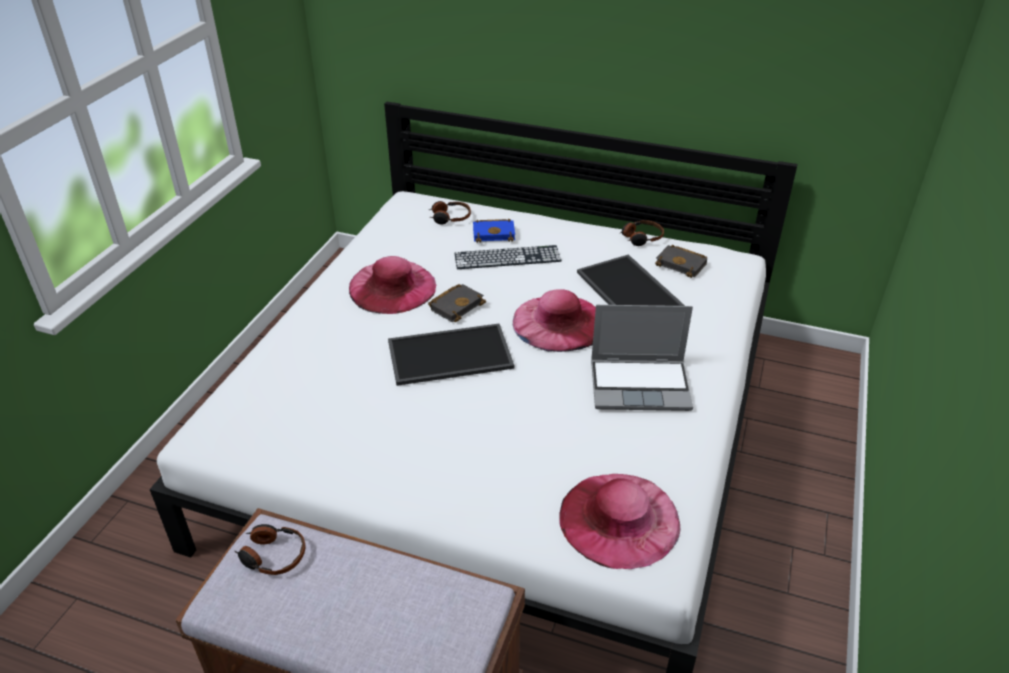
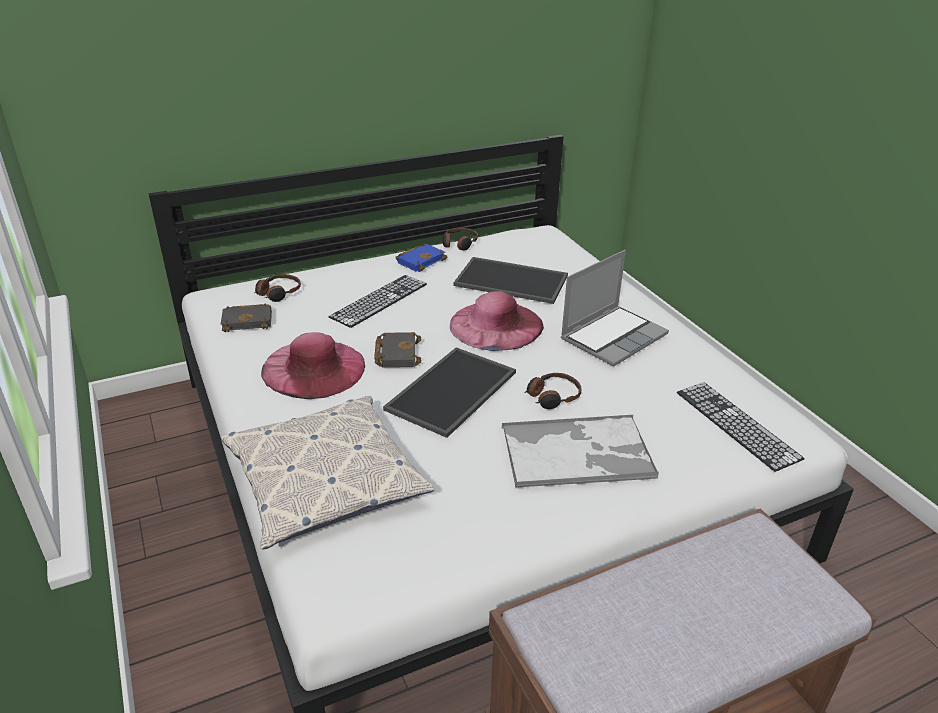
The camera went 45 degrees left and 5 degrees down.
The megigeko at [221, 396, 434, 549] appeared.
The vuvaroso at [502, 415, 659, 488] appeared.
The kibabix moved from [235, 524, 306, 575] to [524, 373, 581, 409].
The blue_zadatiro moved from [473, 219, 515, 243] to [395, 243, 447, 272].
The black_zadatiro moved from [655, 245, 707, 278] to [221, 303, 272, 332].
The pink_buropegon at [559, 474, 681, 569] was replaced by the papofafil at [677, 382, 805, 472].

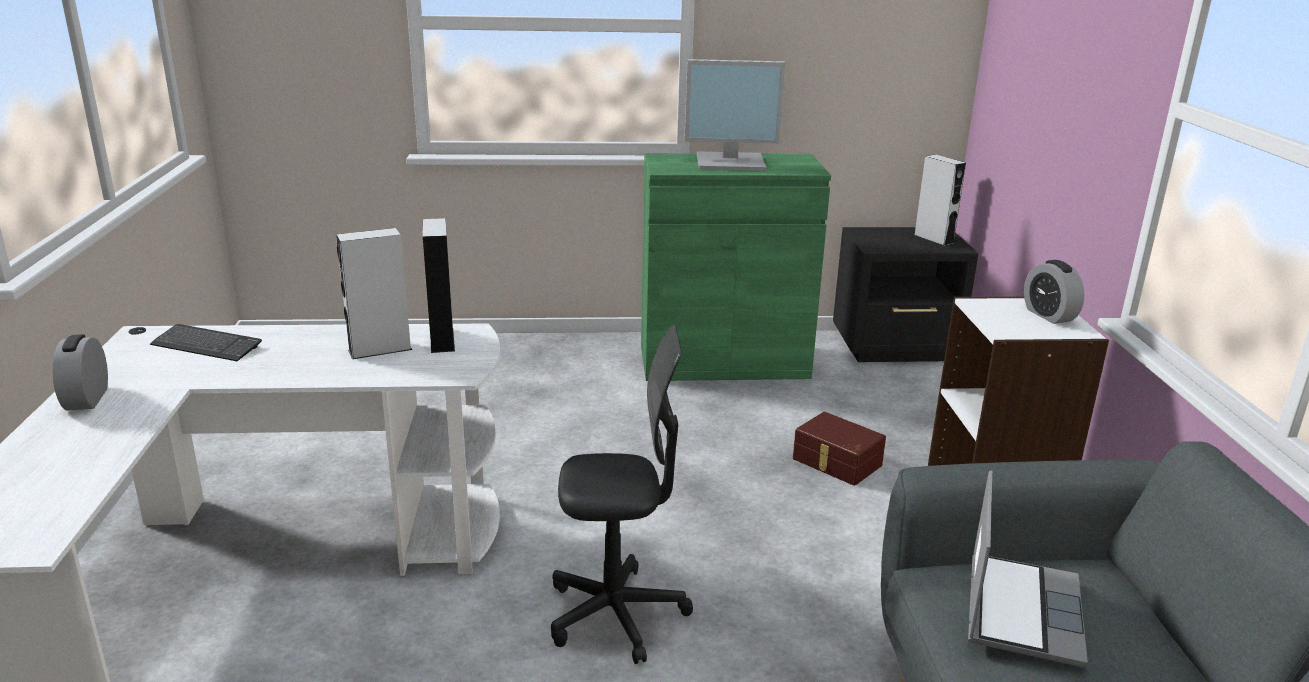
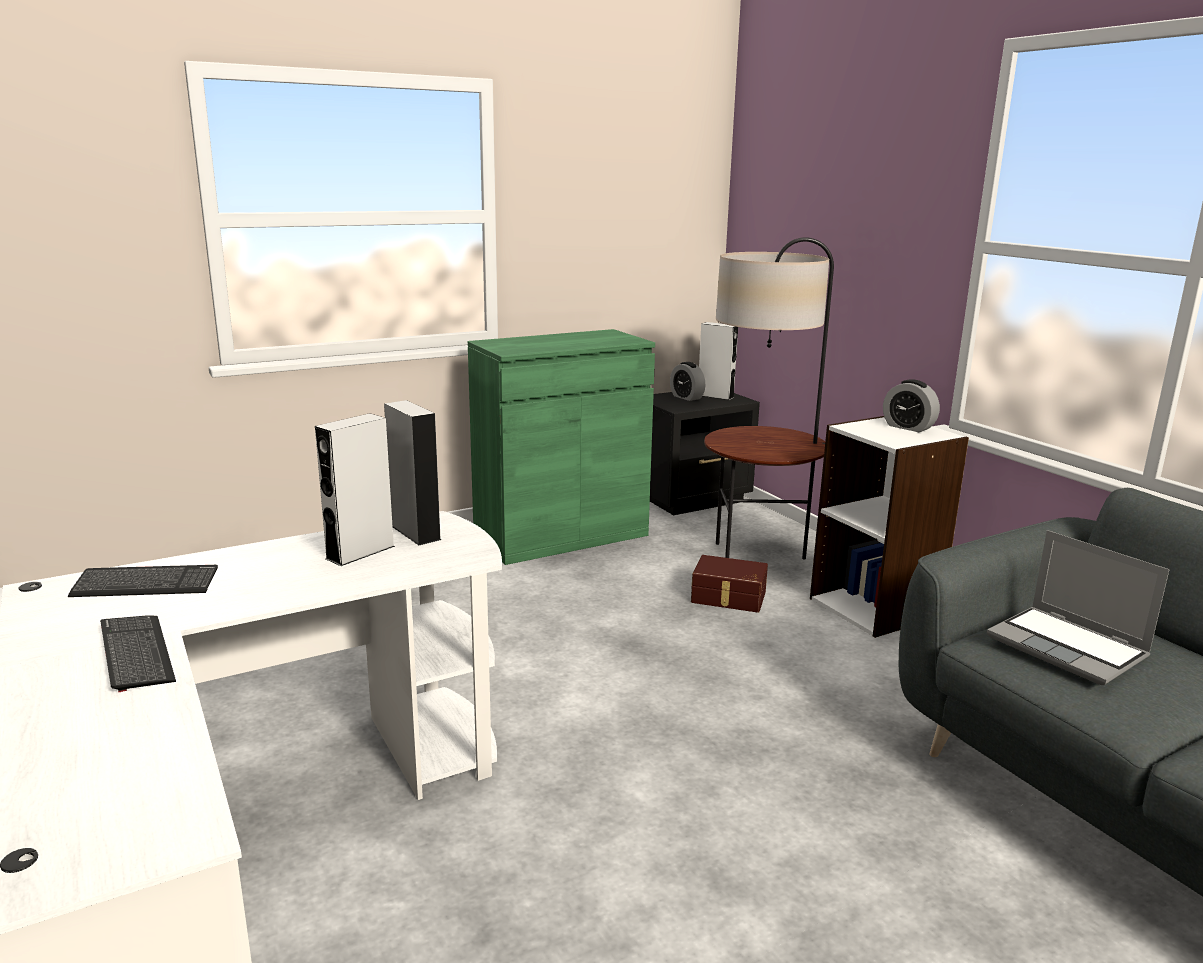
The camera went 25 degrees left and 5 degrees down.
The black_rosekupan at [551, 326, 693, 664] disappeared.
The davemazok at [684, 59, 785, 171] disappeared.
The papofafil at [100, 616, 176, 692] appeared.
The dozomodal at [704, 237, 834, 559] appeared.
The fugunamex moved from [52, 334, 108, 410] to [670, 362, 705, 401].
The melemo at [968, 470, 1088, 668] turned 150 degrees clockwise.

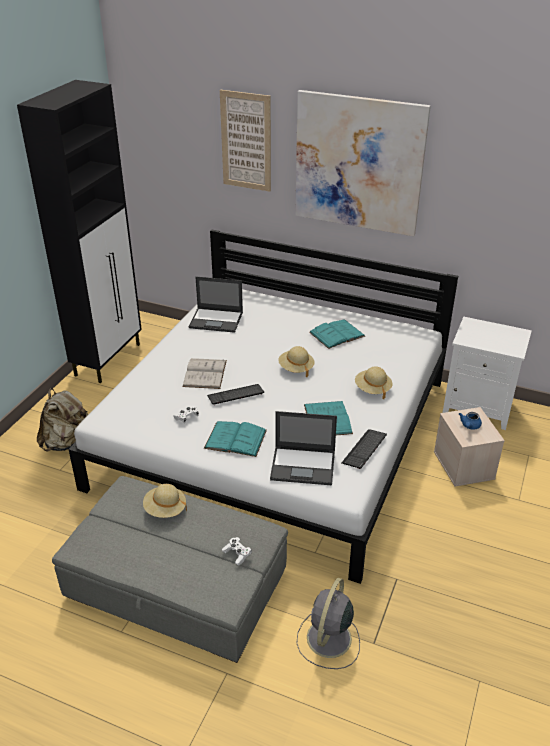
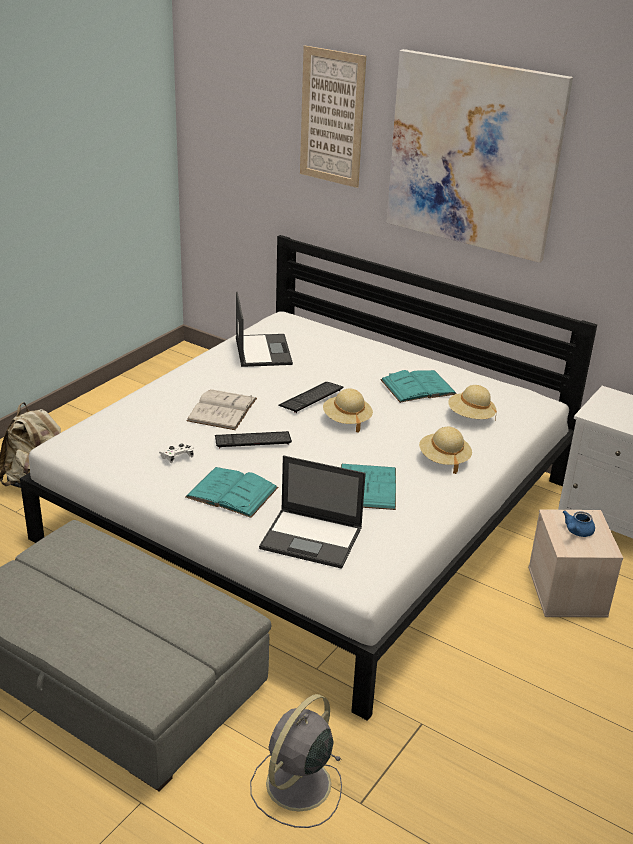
The camera went 10 degrees right and 5 degrees down.
The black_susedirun at [17, 80, 142, 383] disappeared.
The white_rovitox at [222, 537, 252, 566] disappeared.
The beige_buropegon moved from [143, 484, 187, 518] to [448, 385, 497, 421].
The papofafil moved from [342, 429, 387, 469] to [278, 382, 344, 413].
The melemo at [188, 277, 243, 333] turned 120 degrees counterclockwise.

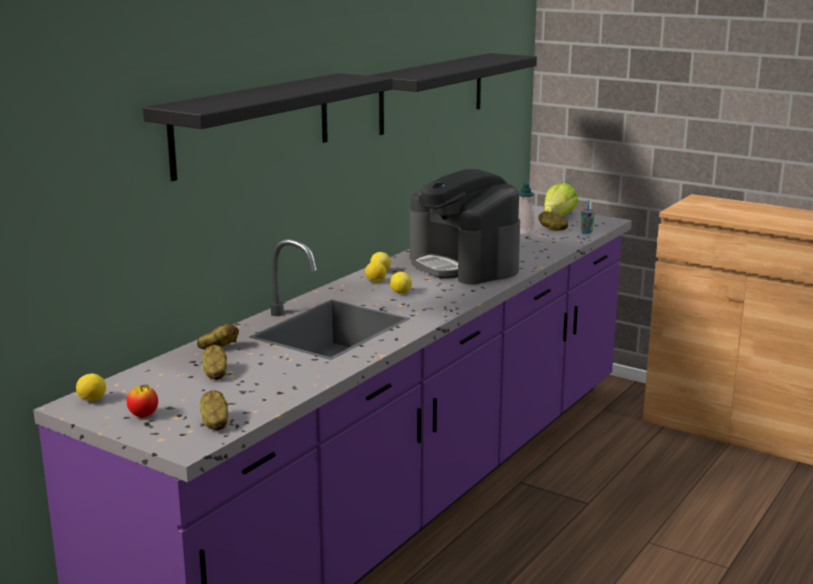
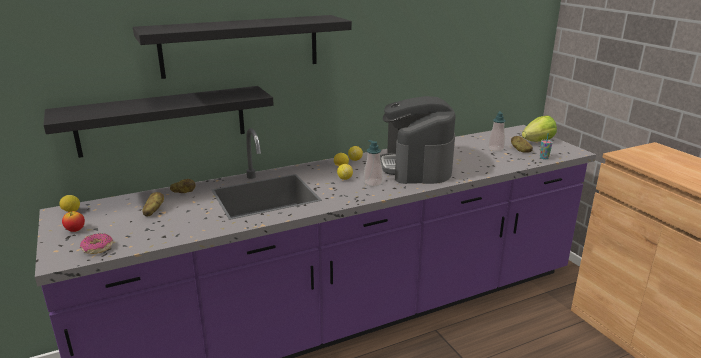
The camera went 30 degrees right and 5 degrees up.
The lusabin at [364, 140, 383, 186] appeared.
The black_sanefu moved from [368, 53, 537, 135] to [44, 86, 274, 158].
The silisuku at [200, 390, 228, 431] was replaced by the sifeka at [80, 233, 113, 254].

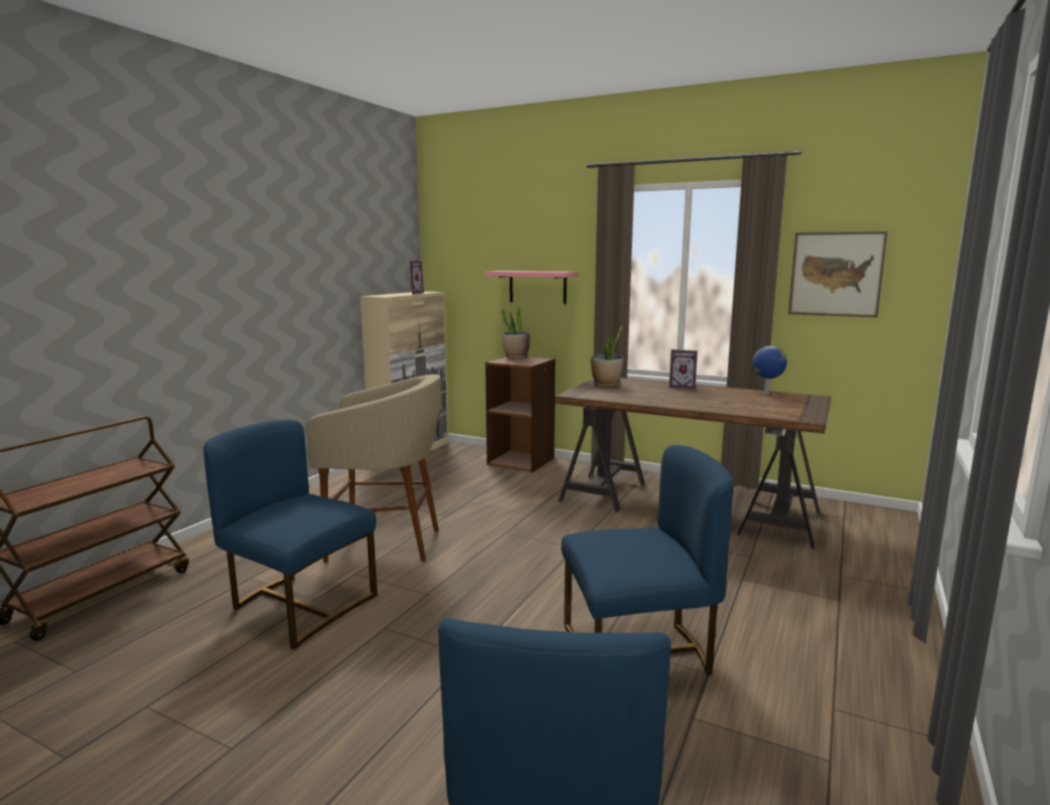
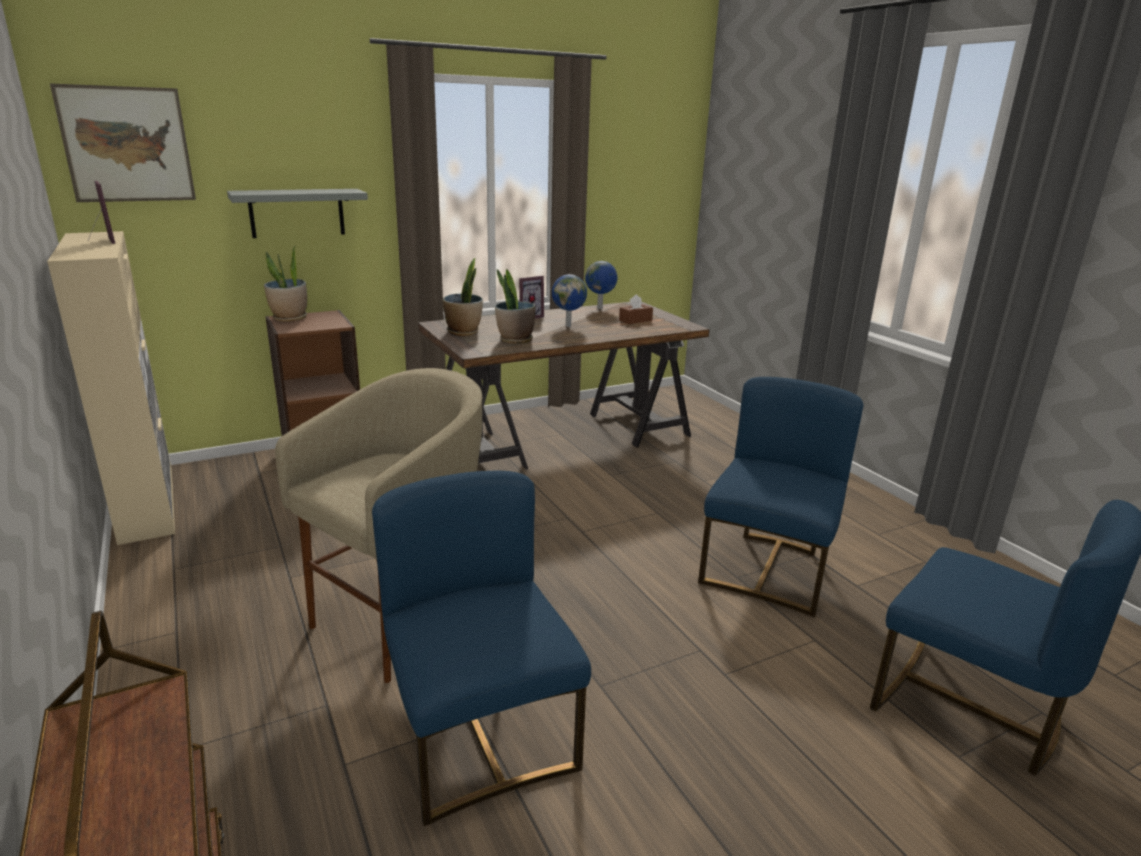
The camera went 55 degrees left and 10 degrees up.
The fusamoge at [495, 269, 536, 344] appeared.
The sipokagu at [552, 274, 587, 327] appeared.
The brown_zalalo at [619, 294, 653, 324] appeared.
The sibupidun moved from [788, 232, 888, 317] to [50, 83, 196, 202].
The pink_sanefu at [485, 271, 578, 304] became the grey_sanefu at [227, 189, 368, 238].
The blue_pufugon at [203, 420, 377, 650] turned 90 degrees clockwise.

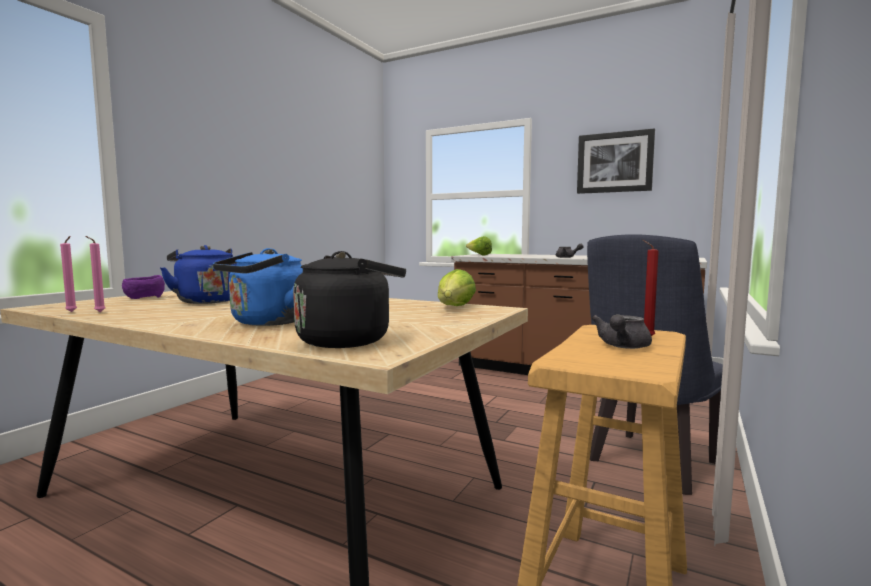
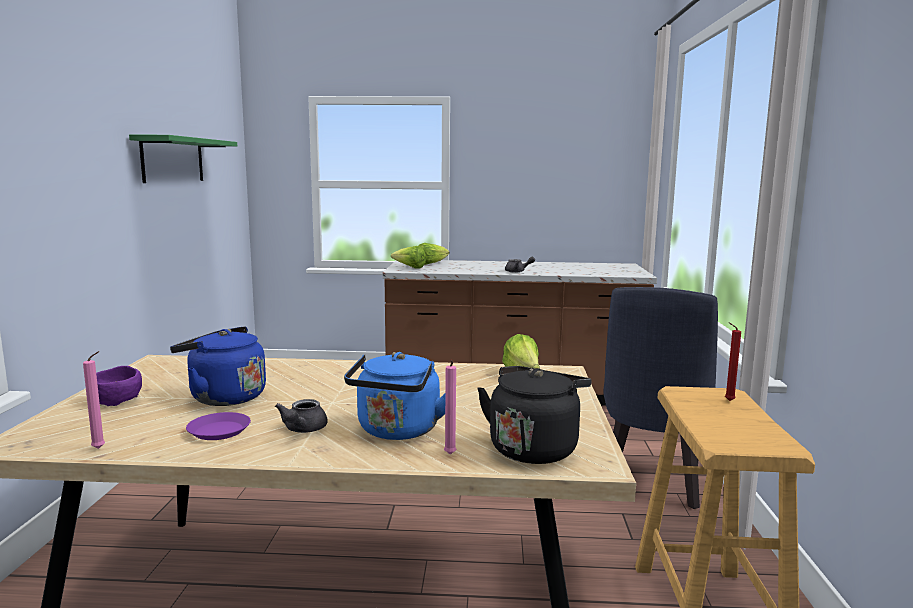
The camera went 25 degrees left and 5 degrees up.
The sibupidun at [577, 128, 655, 194] disappeared.
The green_sanefu at [129, 134, 237, 183] appeared.
The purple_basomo at [186, 412, 251, 440] appeared.
The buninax at [418, 243, 449, 265] appeared.
The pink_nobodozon moved from [85, 236, 105, 312] to [444, 360, 457, 454].
The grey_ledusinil moved from [591, 314, 652, 349] to [275, 399, 328, 433].

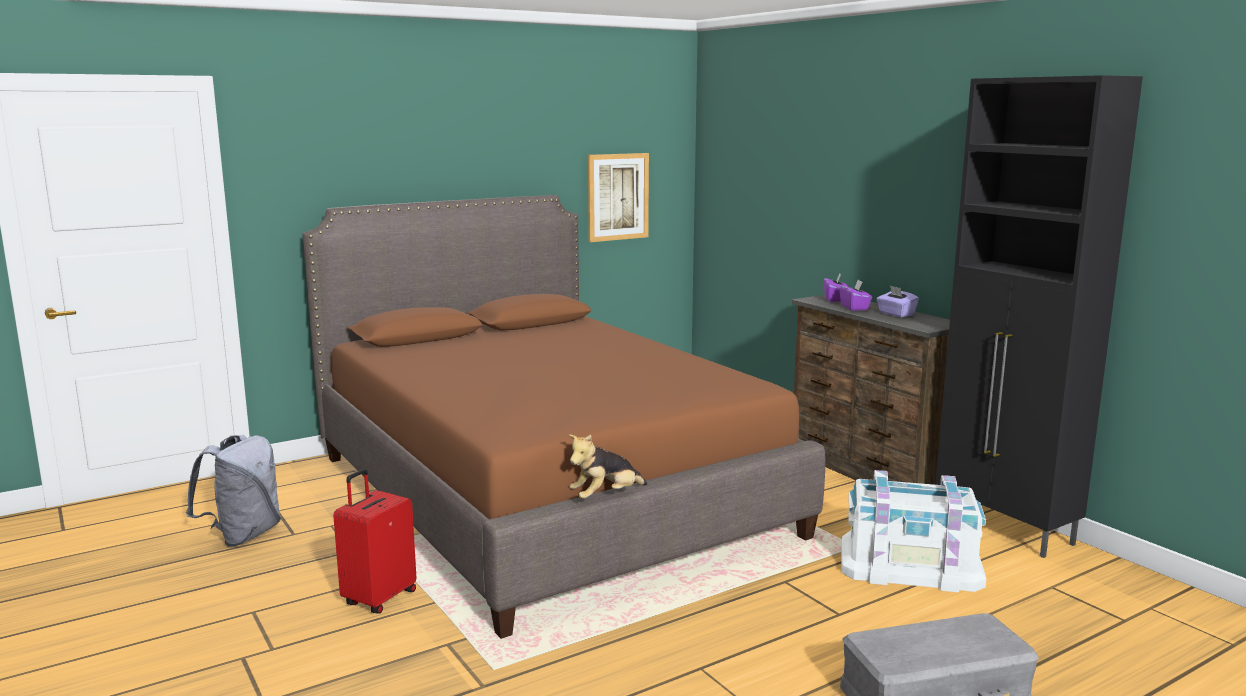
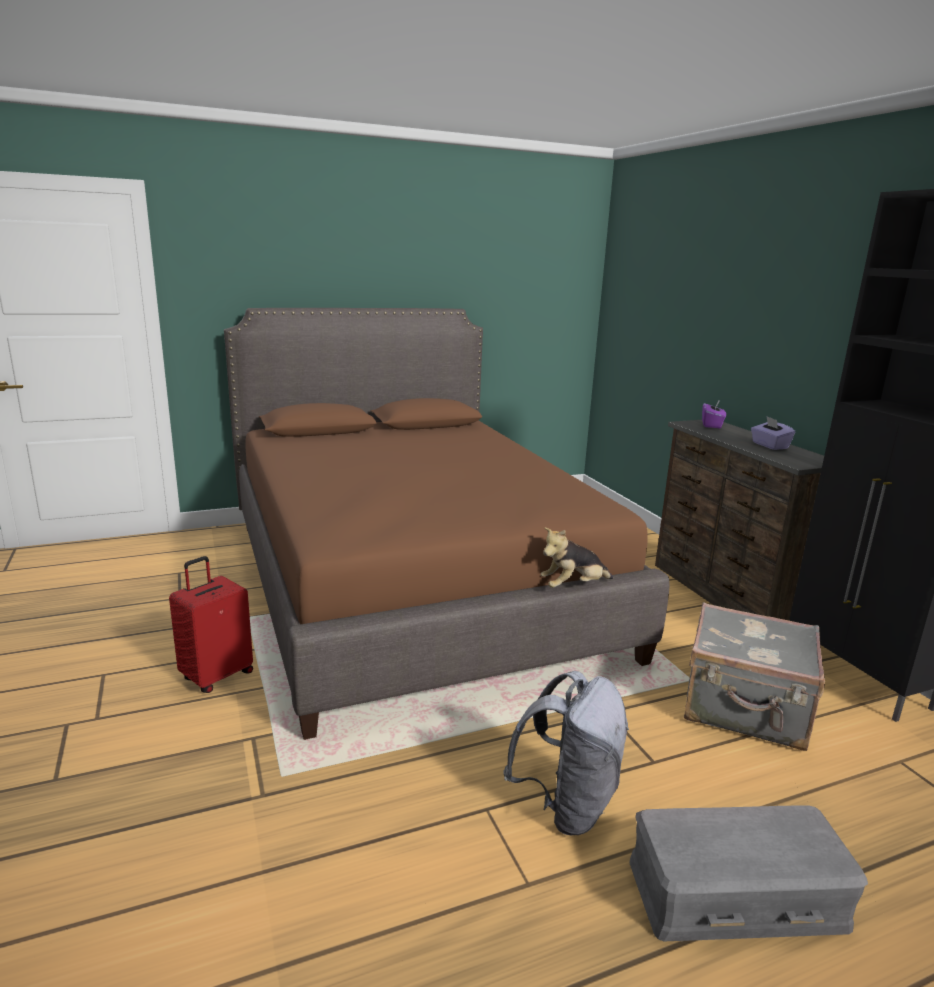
The camera went 10 degrees right and 5 degrees up.
The sibupidun at [588, 153, 649, 242] disappeared.
The purple_zalalo at [839, 280, 872, 311] disappeared.
The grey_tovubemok moved from [186, 435, 281, 547] to [503, 671, 629, 836].
The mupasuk moved from [569, 434, 647, 499] to [541, 527, 613, 588].
The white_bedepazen at [841, 470, 986, 592] was replaced by the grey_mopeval at [684, 603, 825, 751].

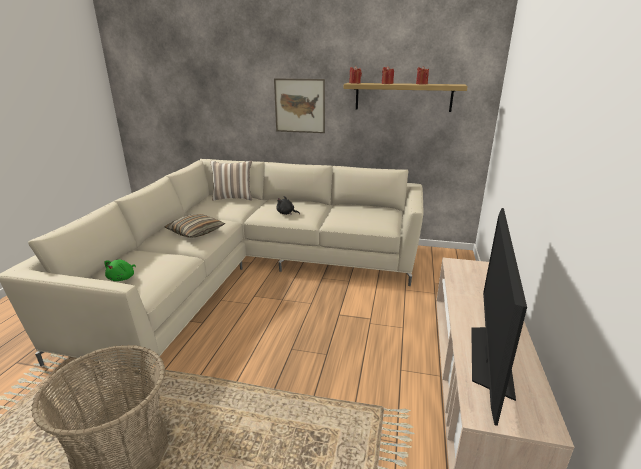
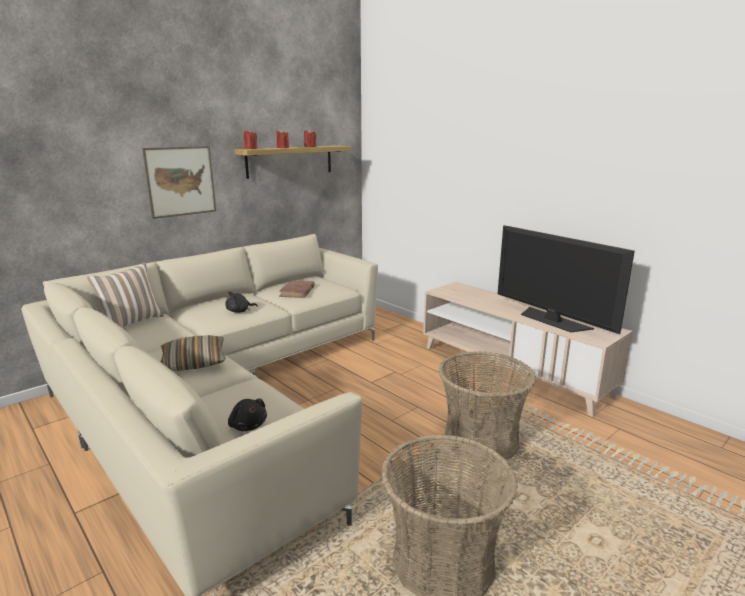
The camera went 55 degrees left and 5 degrees down.
The brown_zadatiro at [279, 280, 315, 298] appeared.
The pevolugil at [438, 351, 536, 463] appeared.
The green_mupasuk at [104, 260, 136, 281] became the black_mupasuk at [228, 398, 267, 431].

